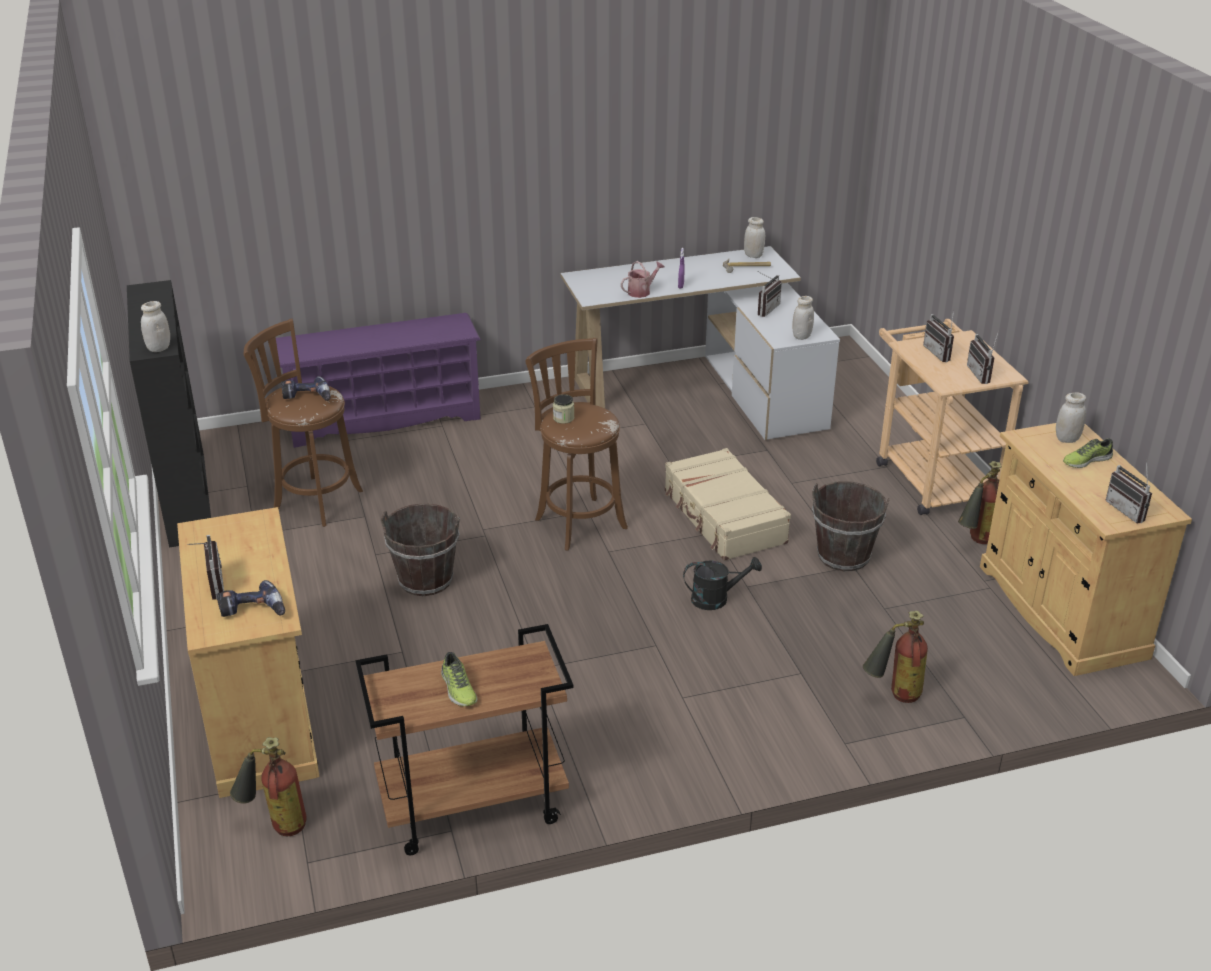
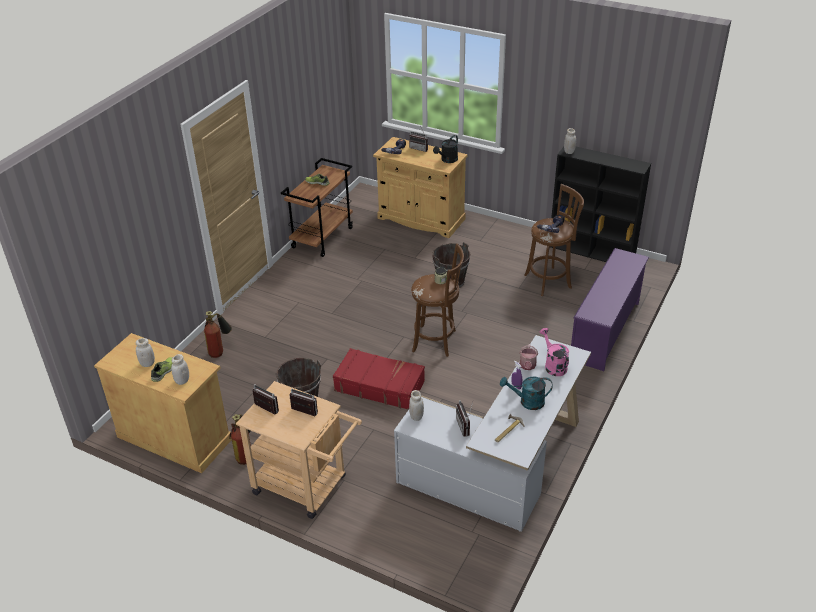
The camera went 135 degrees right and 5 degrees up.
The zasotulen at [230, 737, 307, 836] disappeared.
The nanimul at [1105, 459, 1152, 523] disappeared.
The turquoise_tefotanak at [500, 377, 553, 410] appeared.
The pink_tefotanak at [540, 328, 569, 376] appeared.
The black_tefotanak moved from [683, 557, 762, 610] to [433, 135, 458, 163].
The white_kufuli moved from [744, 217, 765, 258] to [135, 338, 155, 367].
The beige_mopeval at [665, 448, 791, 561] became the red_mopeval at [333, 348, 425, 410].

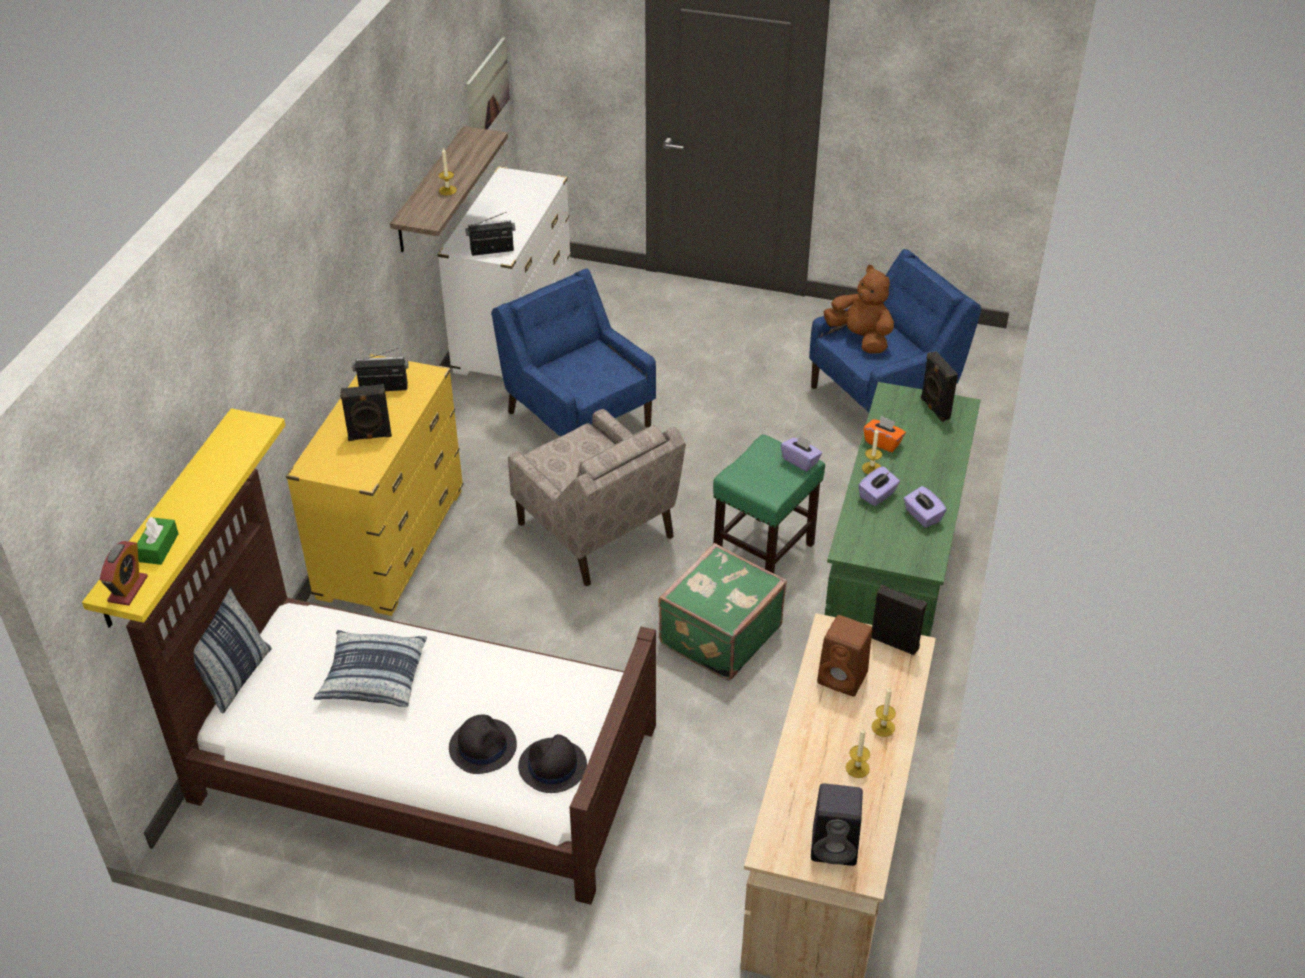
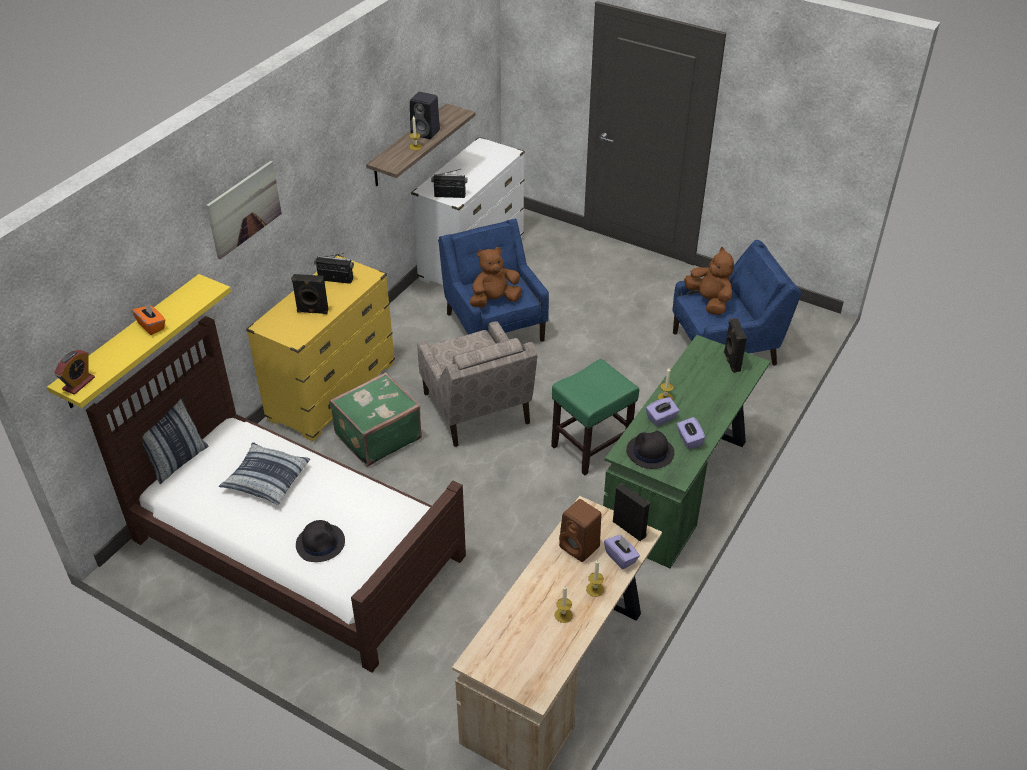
The camera went 15 degrees right and 0 degrees up.
The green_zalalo at [137, 517, 179, 565] disappeared.
The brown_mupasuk at [470, 247, 522, 308] appeared.
The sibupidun moved from [466, 37, 510, 129] to [206, 161, 282, 259].
The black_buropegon moved from [518, 734, 587, 793] to [626, 431, 674, 469].
The green_mopeval moved from [658, 543, 787, 680] to [329, 372, 422, 467].
The purple_zalalo moved from [781, 435, 822, 471] to [604, 535, 640, 570].
The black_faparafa moved from [811, 783, 863, 866] to [410, 92, 440, 139].
The orange_zalalo moved from [863, 416, 906, 452] to [132, 304, 165, 335].

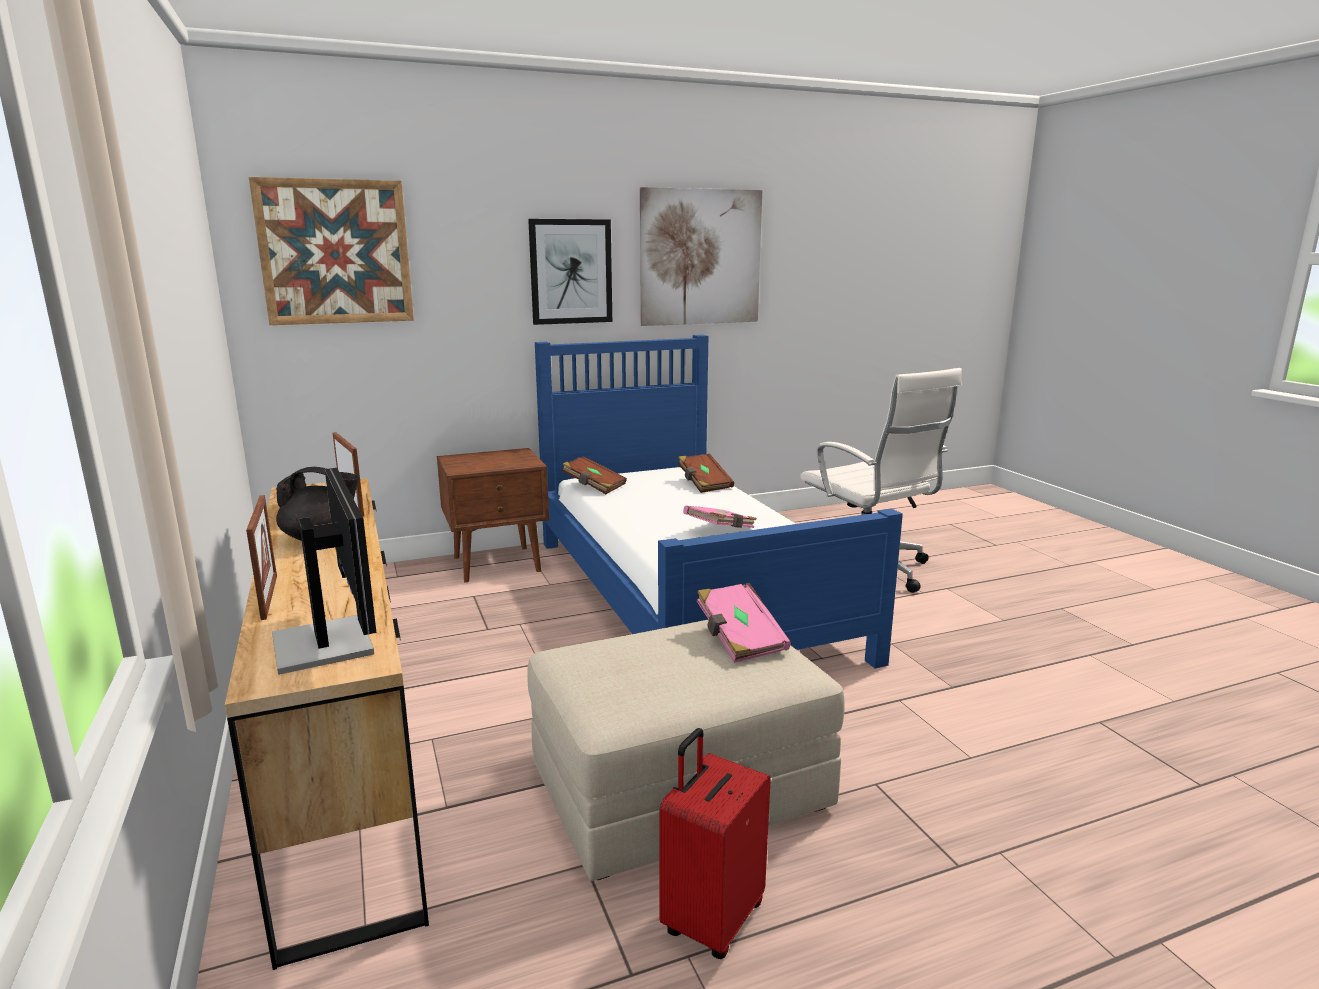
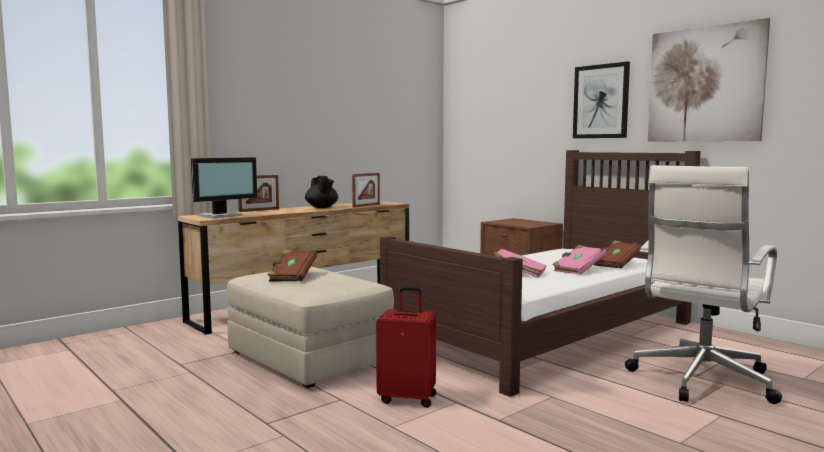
The camera went 70 degrees right and 10 degrees down.
The sibupidun at [249, 177, 414, 325] disappeared.
The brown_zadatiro moved from [562, 456, 627, 494] to [267, 250, 317, 281].
The red_mopeval moved from [660, 728, 771, 959] to [376, 287, 436, 408].
The pink_zadatiro moved from [697, 583, 791, 663] to [552, 245, 607, 275].
The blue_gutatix at [535, 335, 903, 668] became the brown_gutatix at [380, 150, 701, 397].

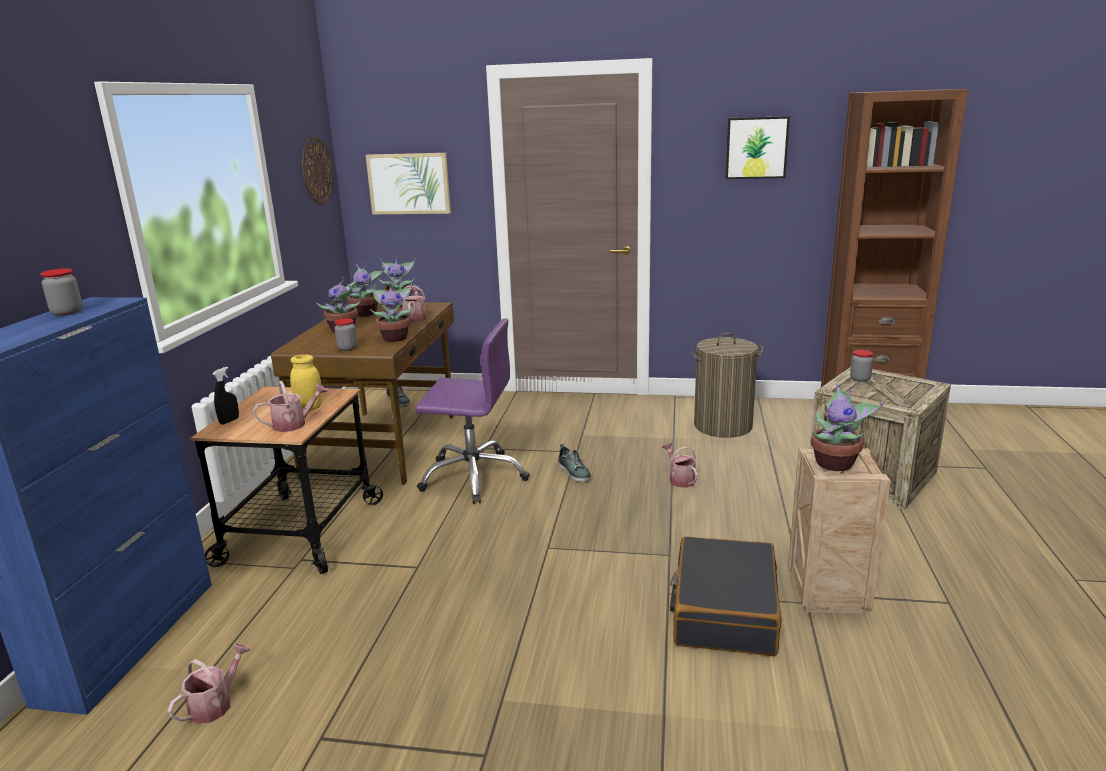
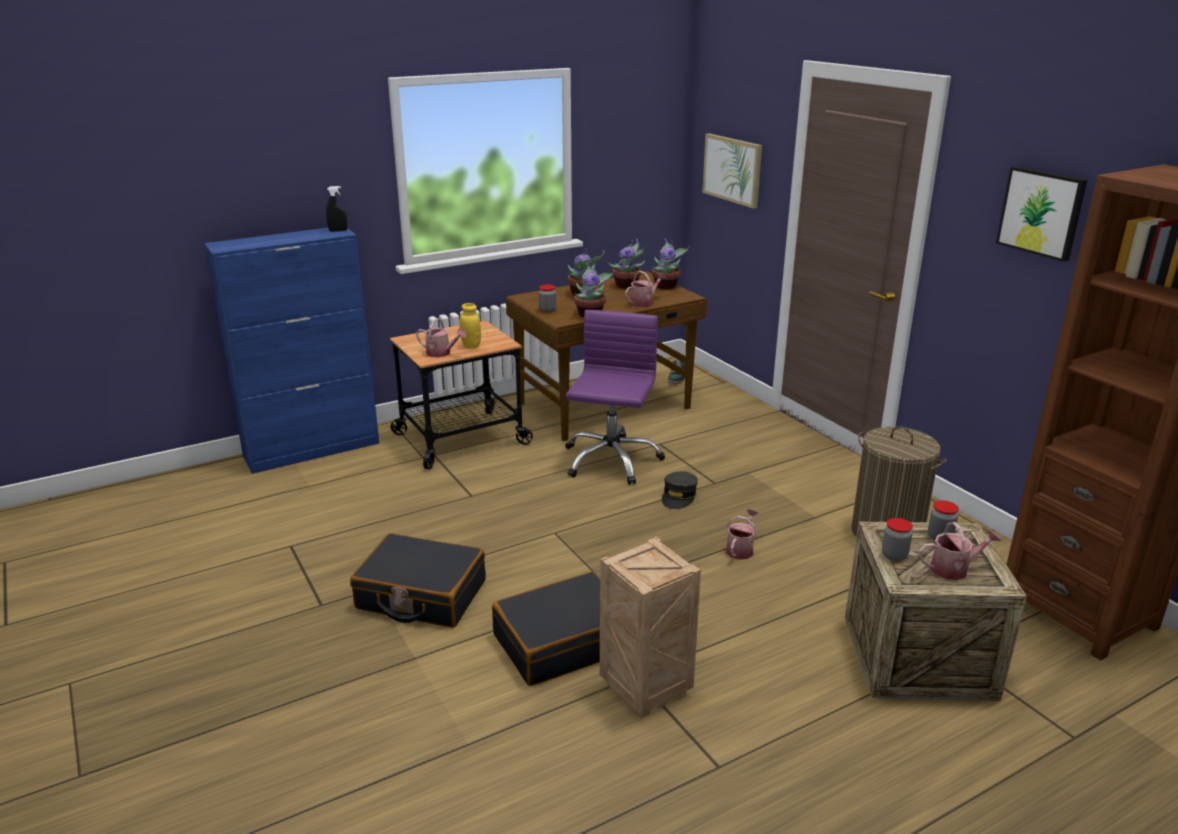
The camera went 50 degrees right and 5 degrees up.
The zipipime at [302, 137, 334, 205] disappeared.
The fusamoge at [811, 383, 884, 471] disappeared.
The black_mopeval at [350, 533, 486, 628] appeared.
The kufuli moved from [40, 269, 83, 316] to [882, 518, 913, 561].
The tefotanak moved from [168, 644, 251, 724] to [919, 522, 1001, 580].
The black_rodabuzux moved from [213, 367, 239, 425] to [326, 186, 347, 232].
The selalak at [558, 444, 591, 483] was replaced by the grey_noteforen at [662, 471, 698, 509].
The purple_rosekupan at [415, 318, 530, 504] turned 135 degrees counterclockwise.

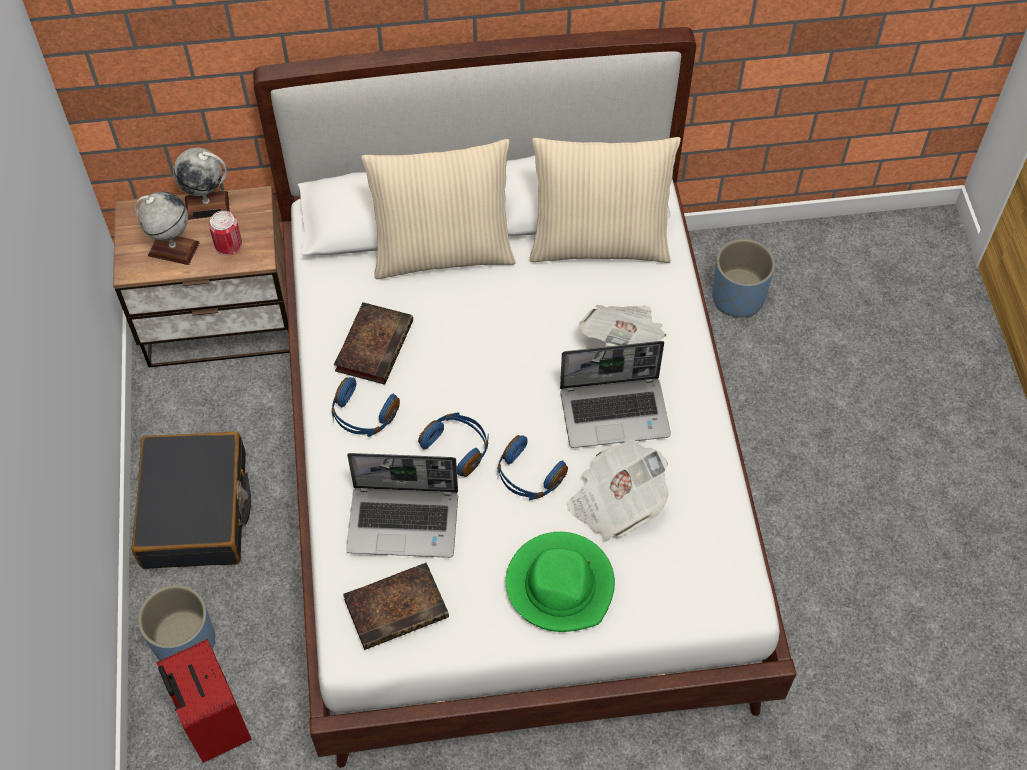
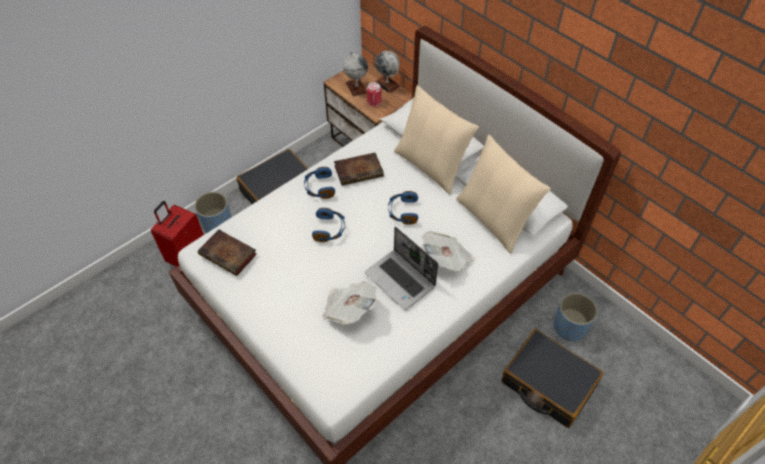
The camera went 55 degrees right and 5 degrees down.
The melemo at [346, 453, 458, 558] disappeared.
The green_buropegon at [506, 532, 615, 632] disappeared.
The black_mopeval at [501, 329, 604, 428] appeared.
The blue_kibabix moved from [498, 435, 568, 500] to [388, 191, 418, 225].

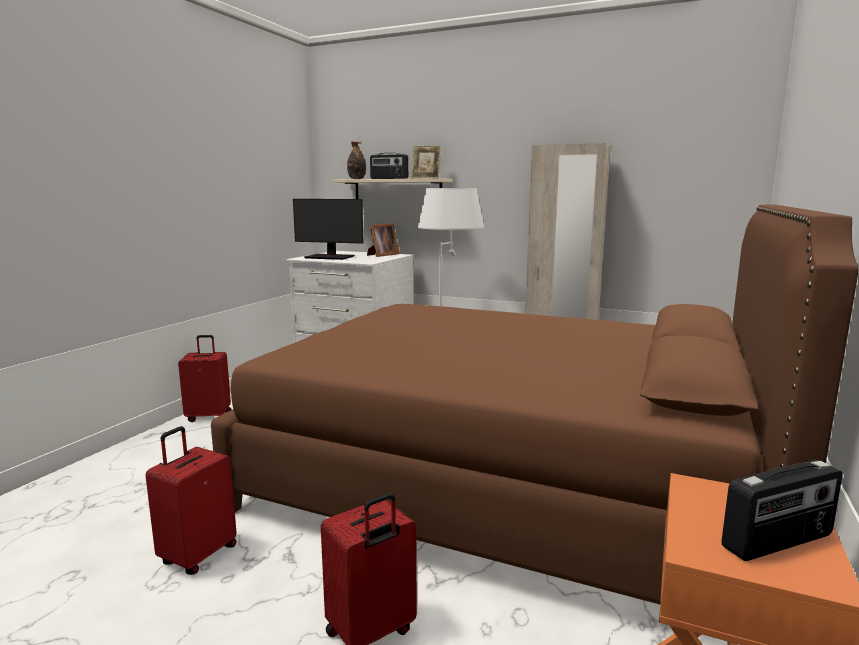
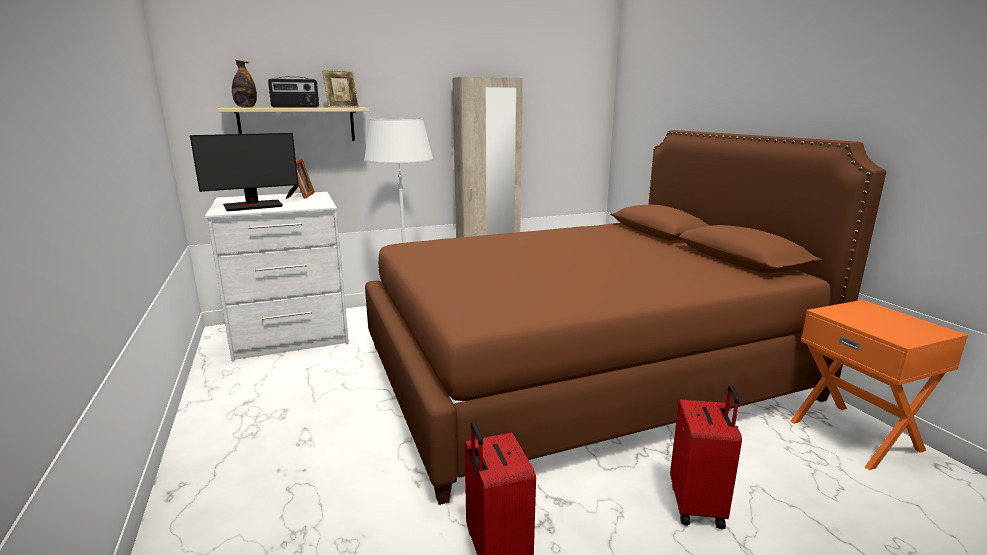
The camera went 45 degrees left and 5 degrees up.
The red_mopeval at [178, 335, 232, 422] disappeared.
The nanimul at [721, 460, 843, 561] disappeared.

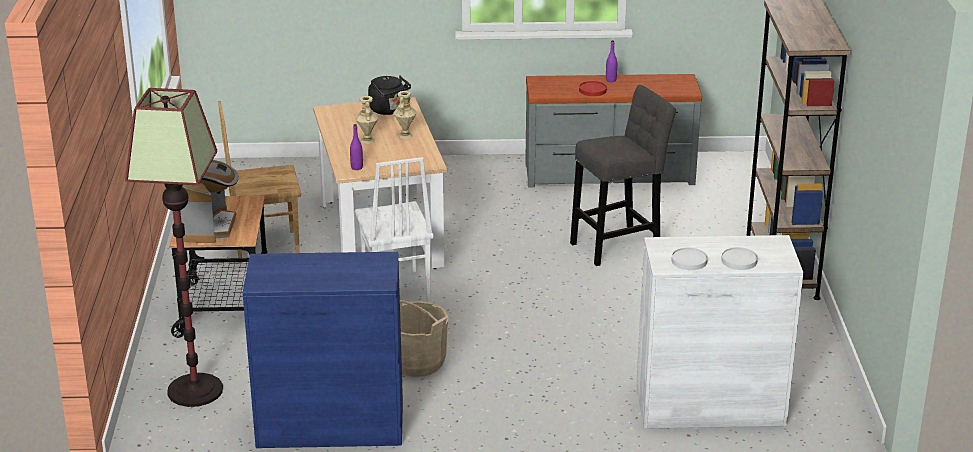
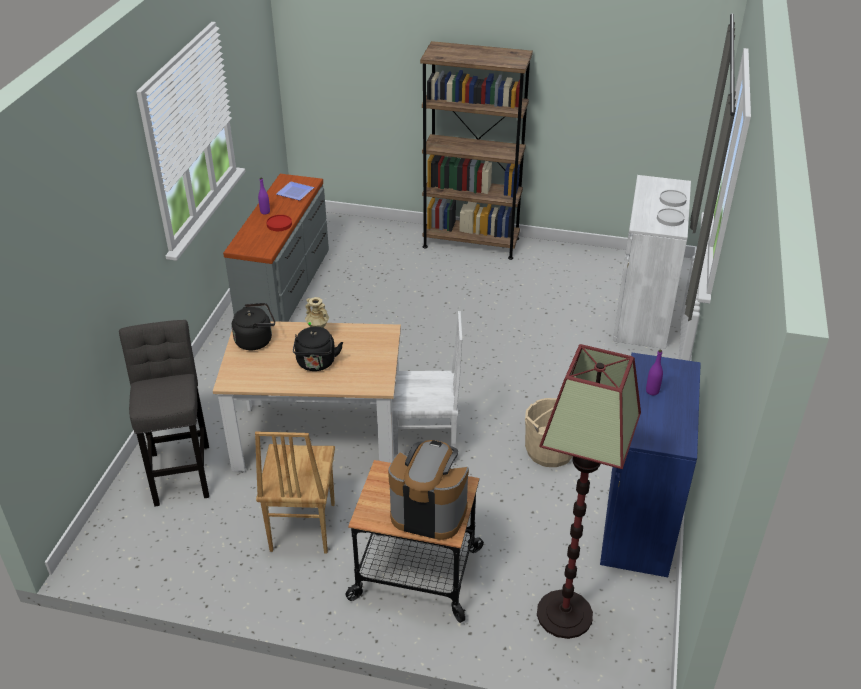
The camera went 75 degrees left and 10 degrees up.
The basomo at [276, 181, 314, 201] appeared.
The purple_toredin moved from [350, 124, 363, 170] to [646, 350, 663, 395].
The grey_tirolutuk moved from [570, 85, 676, 266] to [119, 320, 209, 506].
The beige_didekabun at [355, 95, 379, 144] was replaced by the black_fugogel at [293, 327, 343, 371].

